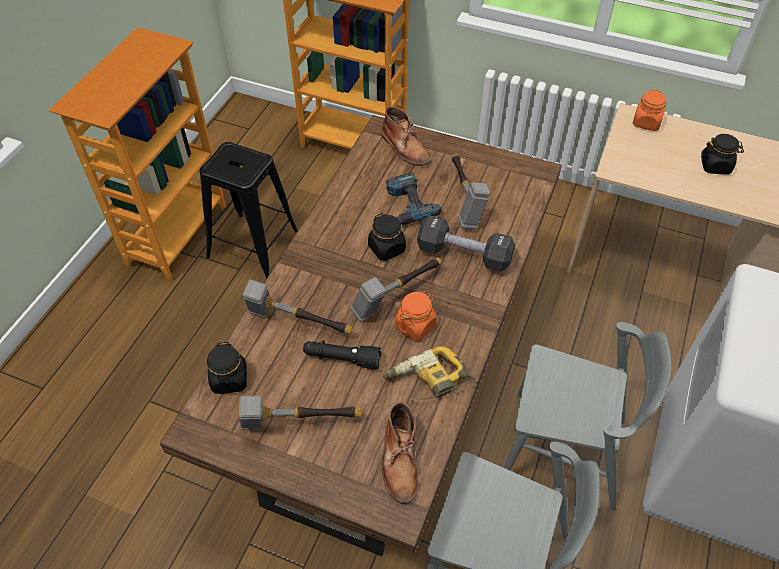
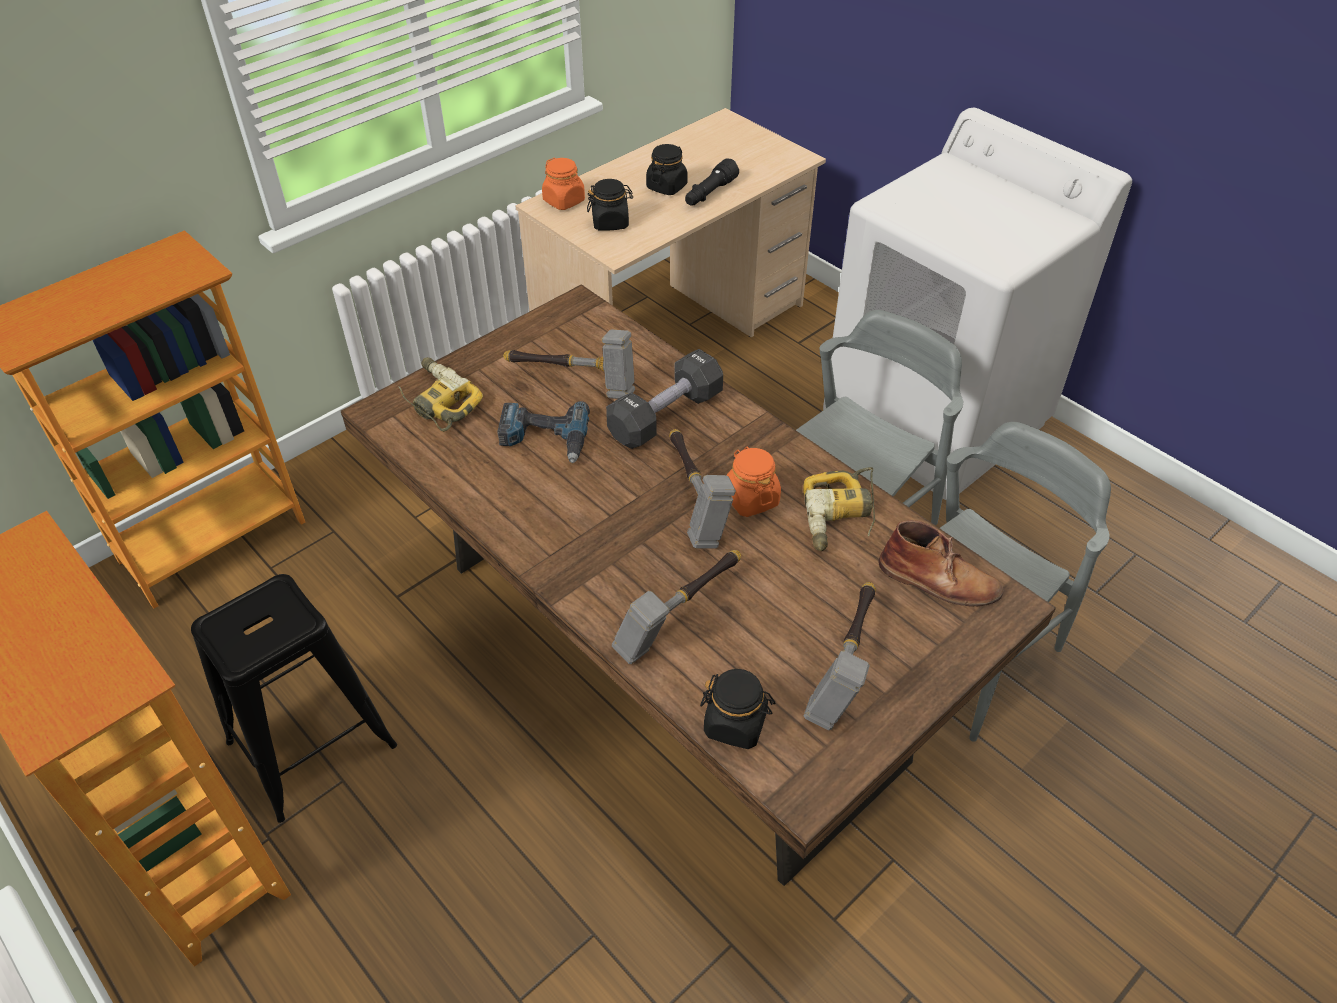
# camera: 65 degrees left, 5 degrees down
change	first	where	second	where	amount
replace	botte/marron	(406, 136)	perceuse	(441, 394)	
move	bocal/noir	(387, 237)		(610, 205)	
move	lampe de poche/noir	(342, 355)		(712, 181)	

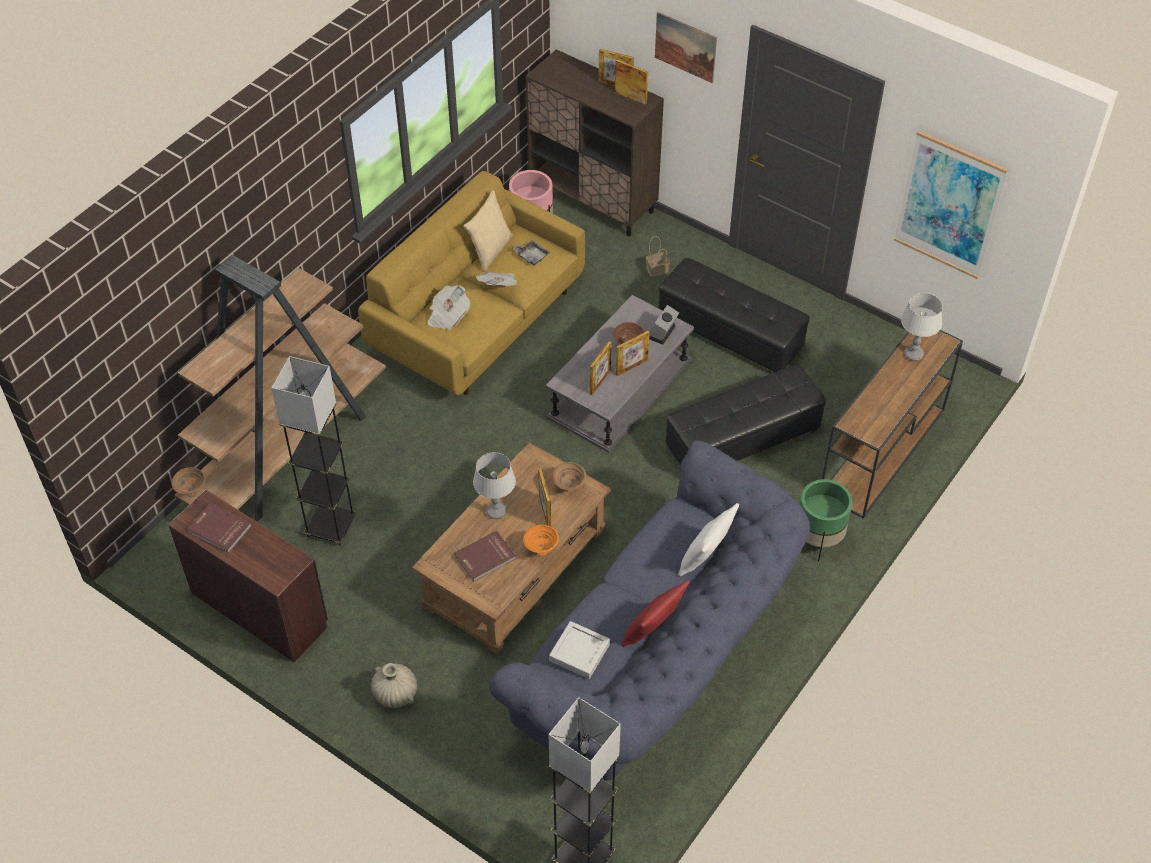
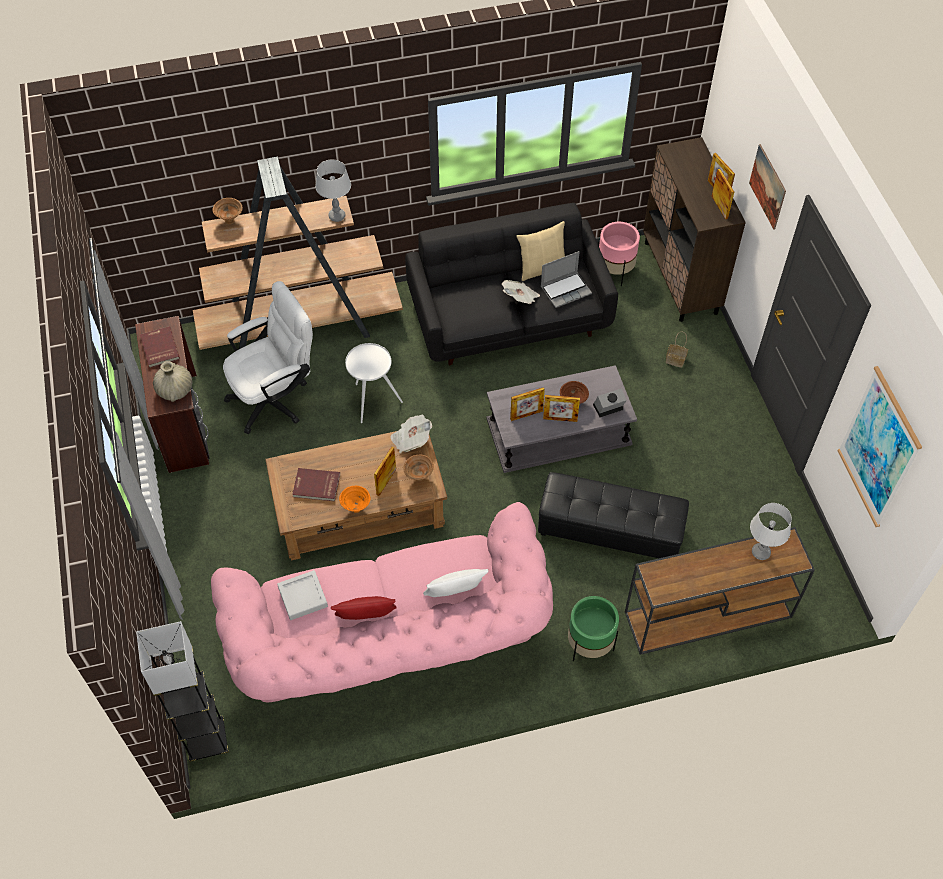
# camera: 40 degrees right, 5 degrees up
change	first	where	second	where	amount
recolor	canapé/jaune	(471, 283)	canapé/noir	(511, 284)	
replace	plateau/gris	(531, 253)	ordinateur portable	(566, 279)	
delete	pouf/noir	(734, 315)			
move	journal	(449, 307)		(411, 434)	
replace	lampadaire/gris	(313, 450)	chaise de bureau/blanc	(268, 357)	
recolor	canapé/bleu	(649, 610)	canapé/rose	(382, 602)	
move	lampe de table/gris	(494, 485)		(333, 190)	
move	bol/marron	(189, 482)		(227, 211)	
move	vase/beige	(394, 685)		(173, 381)	
insert			table d'appoint/blanc	(374, 383)	

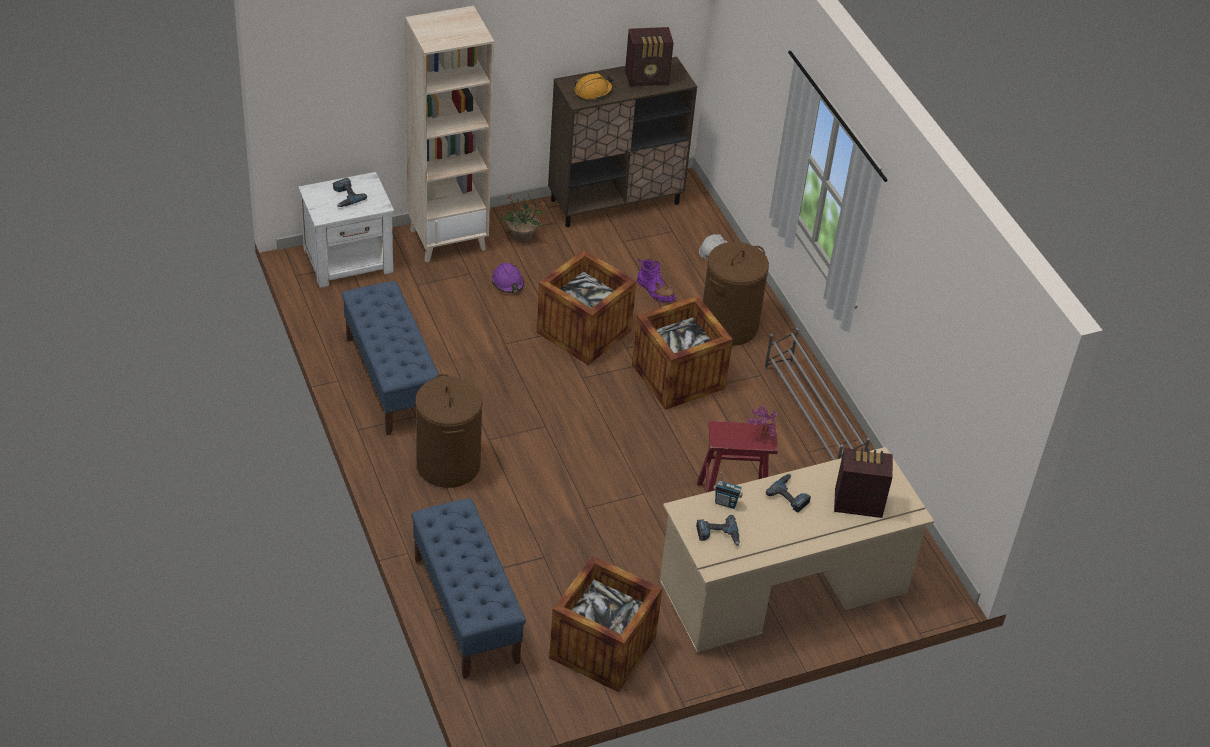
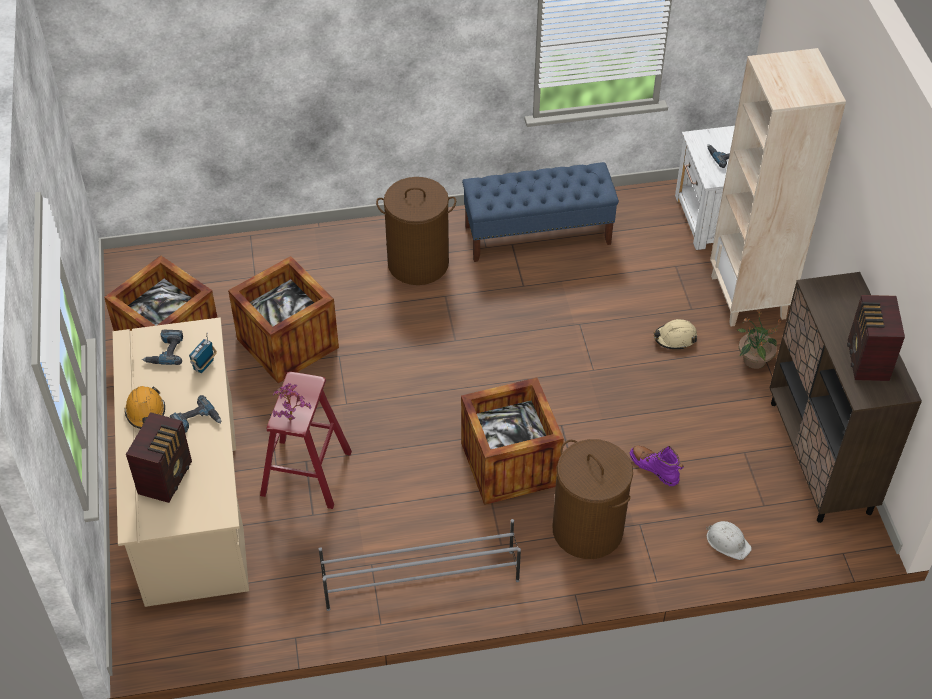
# camera: 105 degrees right, 5 degrees up
change	first	where	second	where	amount
move	casque de chantier/orange	(594, 86)		(144, 407)	
move	caisse	(586, 307)		(283, 319)	
rotate	botte/violet	(656, 280)		(657, 465)	75 degrees clockwise
recolor	casque de chantier/violet	(508, 278)	casque de chantier/beige	(675, 334)	
delete	banc/bleu	(468, 588)			

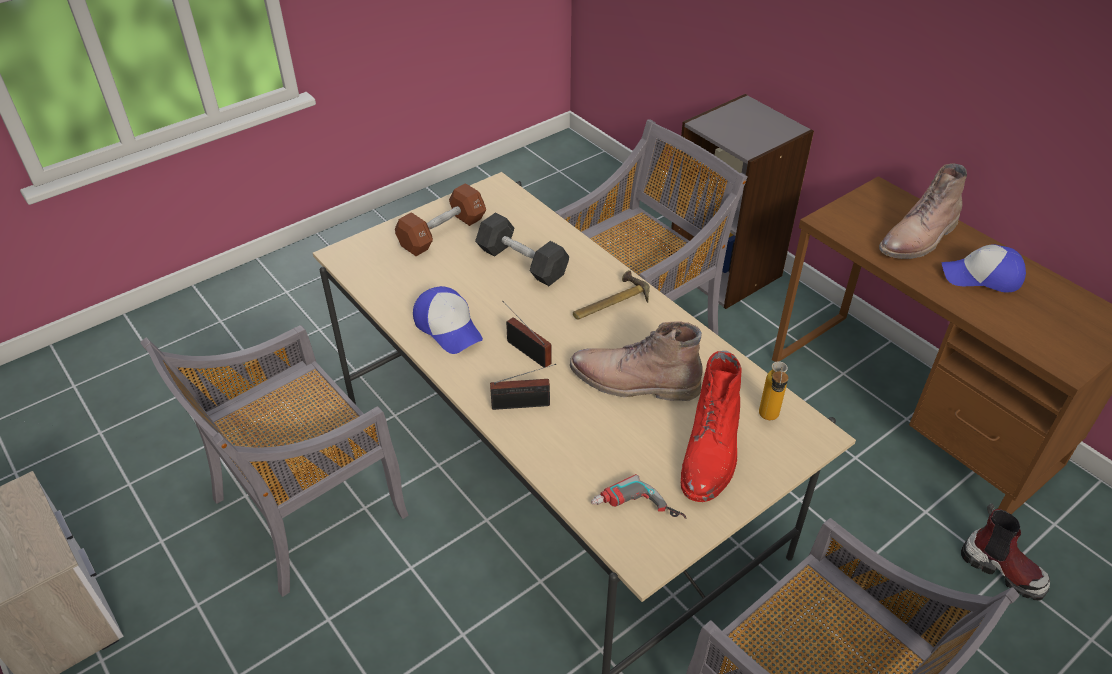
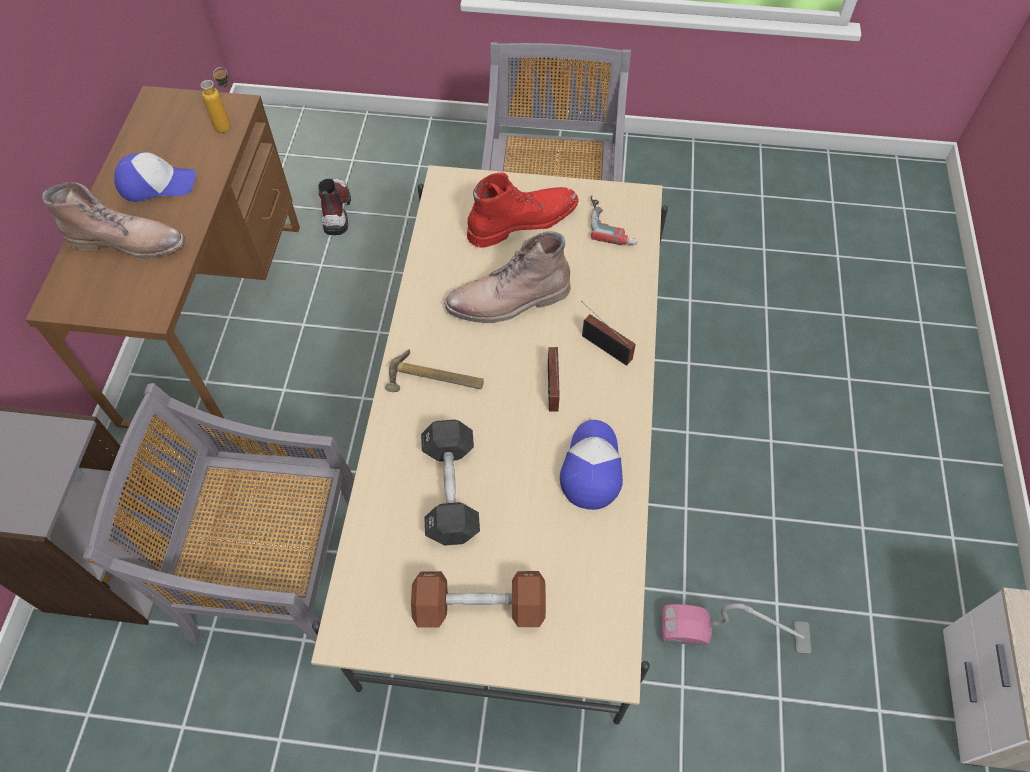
# camera: 135 degrees left, 15 degrees up
change	first	where	second	where	amount
rotate	casquette	(984, 268)		(155, 177)	60 degrees counterclockwise
rotate	botte/marron	(636, 361)		(507, 277)	105 degrees clockwise
replace	chaise/gris	(274, 461)	aspirateur	(736, 628)	
move	bouteille	(773, 390)		(215, 100)	

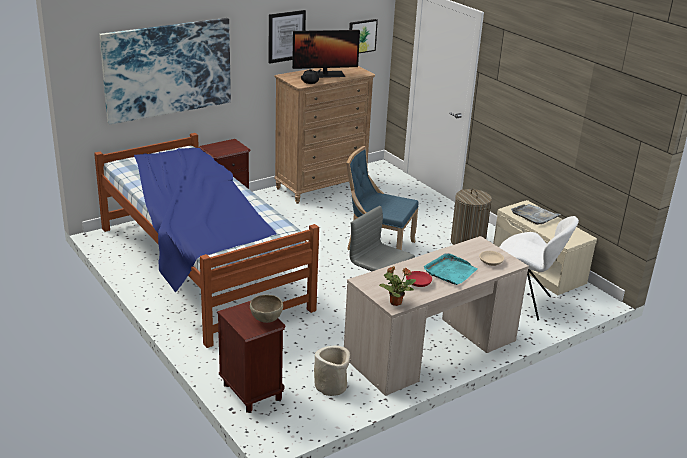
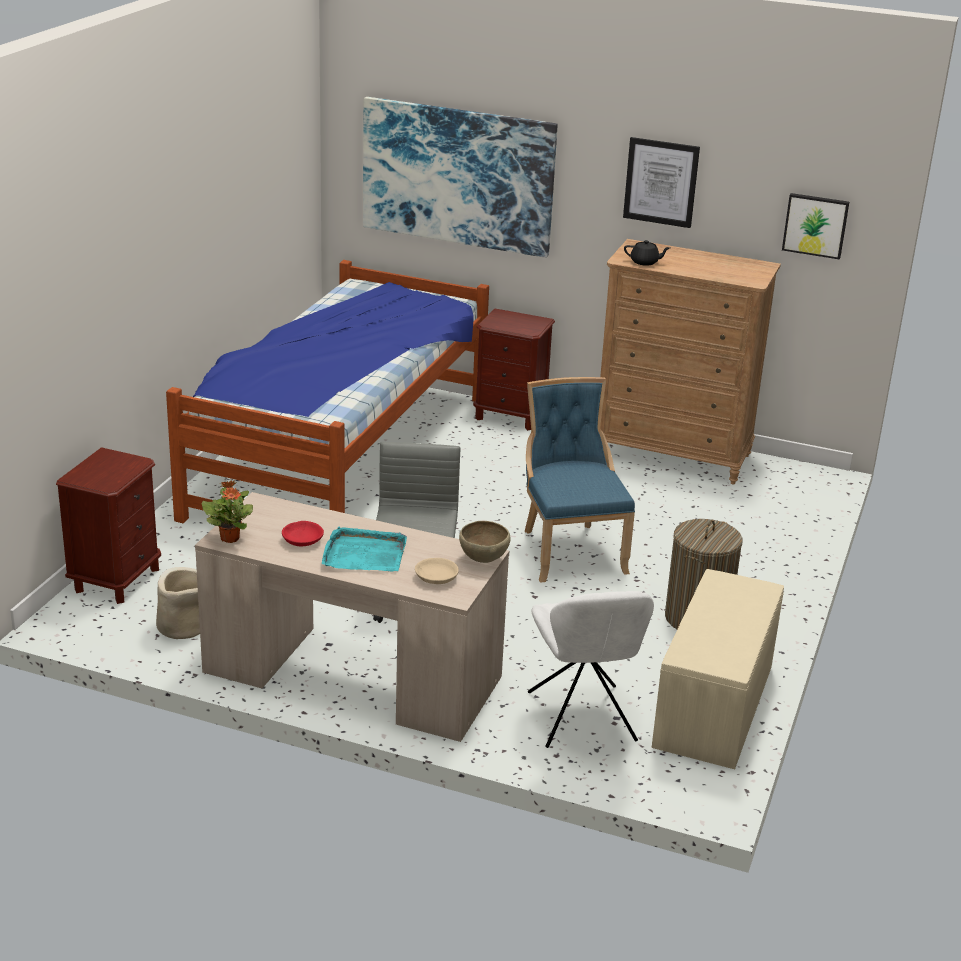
# camera: 55 degrees right, 0 degrees up
change	first	where	second	where	amount
delete	écran d'ordinateur	(326, 54)			
delete	plateau/gris	(536, 214)			
move	bol/marron	(266, 309)		(485, 542)	

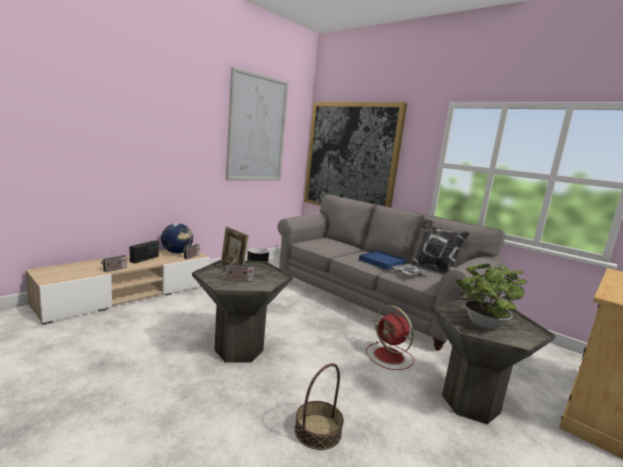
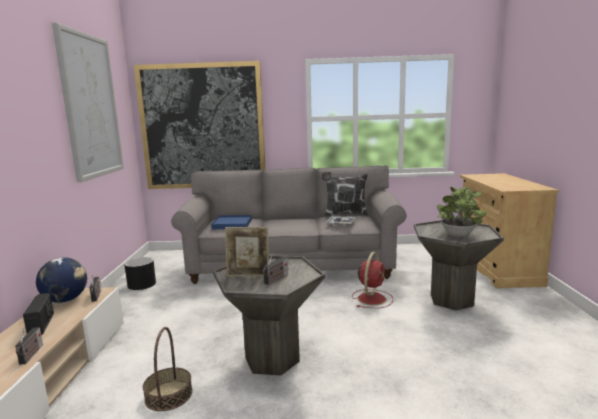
# camera: 40 degrees left, 0 degrees up
change	first	where	second	where	amount
move	plateau/bleu	(382, 260)		(231, 222)	
rotate	ventilateur/rouge	(390, 337)		(372, 280)	75 degrees counterclockwise
move	panier	(319, 406)		(168, 369)	

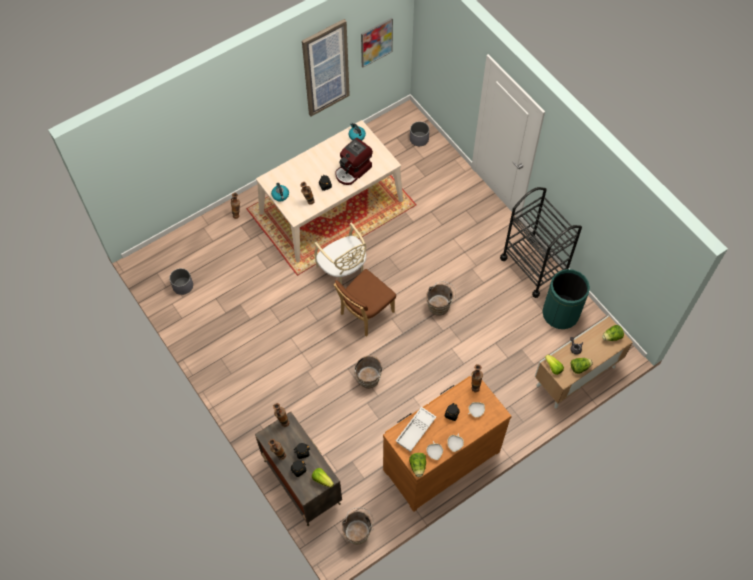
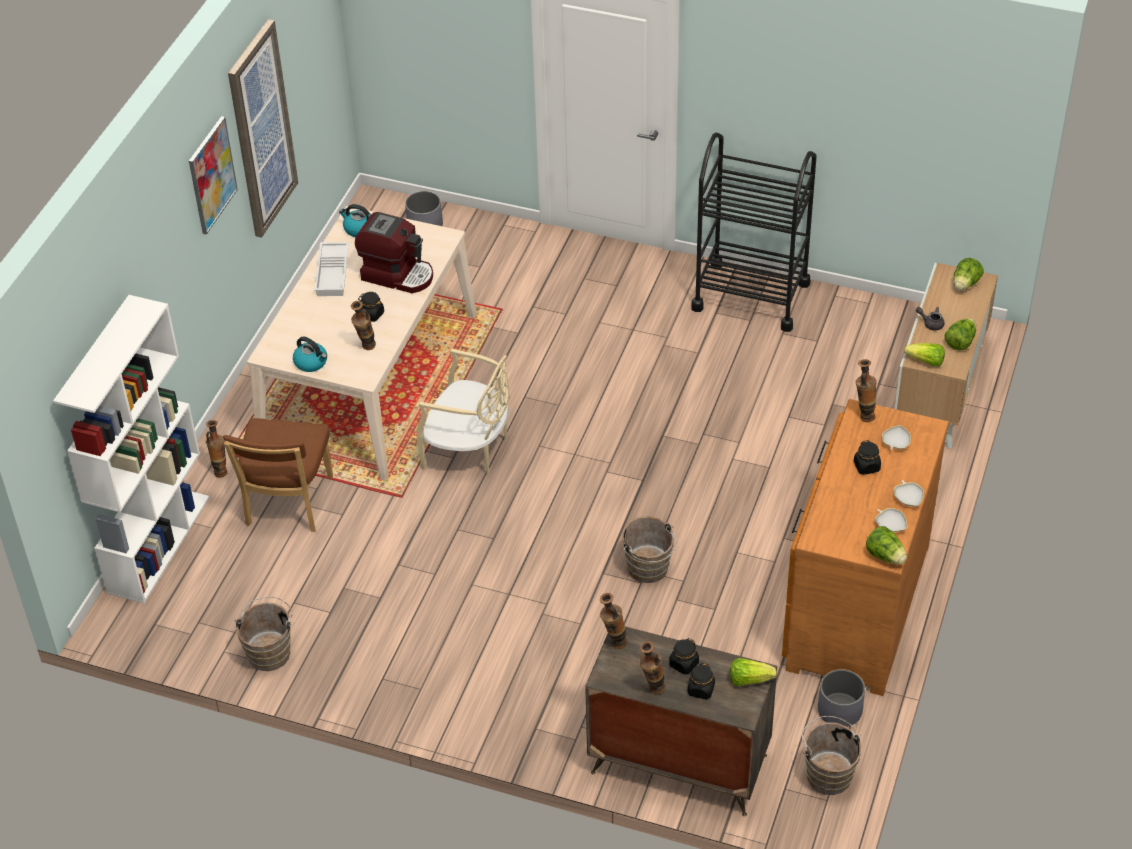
# camera: 35 degrees left, 15 degrees down
change	first	where	second	where	amount
move	tableau	(377, 42)		(213, 175)	
rotate	machine à café	(354, 161)		(394, 252)	75 degrees counterclockwise
move	cache-pot/gris	(181, 281)		(841, 698)	
move	chaise/marron	(364, 302)		(278, 475)	
delete	poubelle/vert	(566, 299)			
move	seau/marron	(441, 298)		(264, 634)	
move	plateau/blanc	(416, 429)		(331, 269)	
insert			bibliothèque/blanc	(131, 449)	

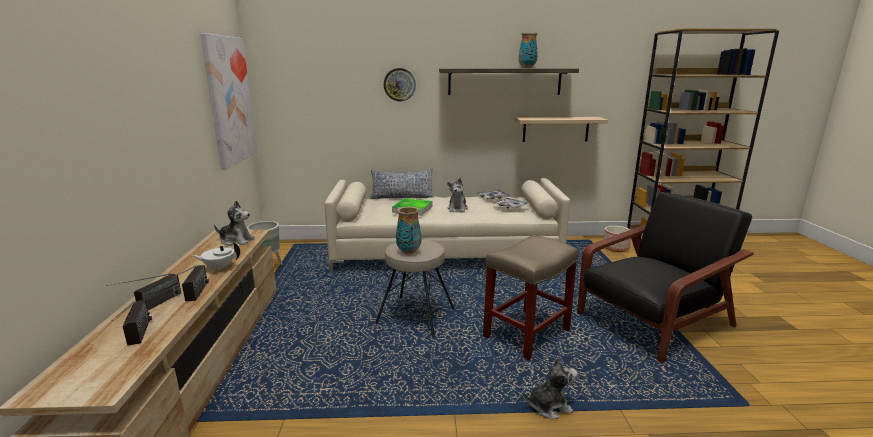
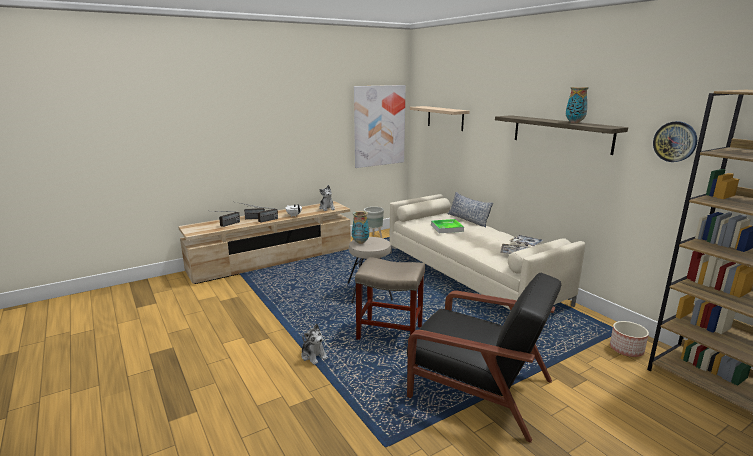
# camera: 60 degrees right, 0 degrees up
change	first	where	second	where	amount
move	horloge murale	(400, 84)		(675, 141)	
move	étagère	(561, 129)		(440, 118)	
delete	peluche	(457, 195)			

